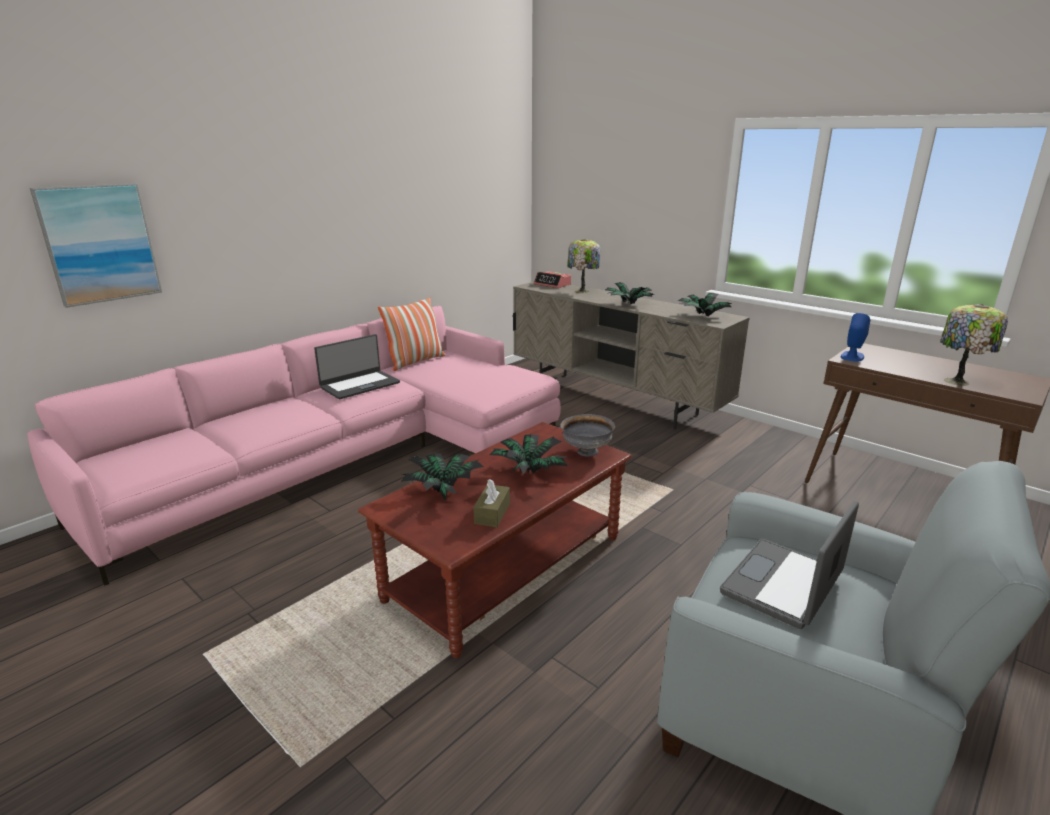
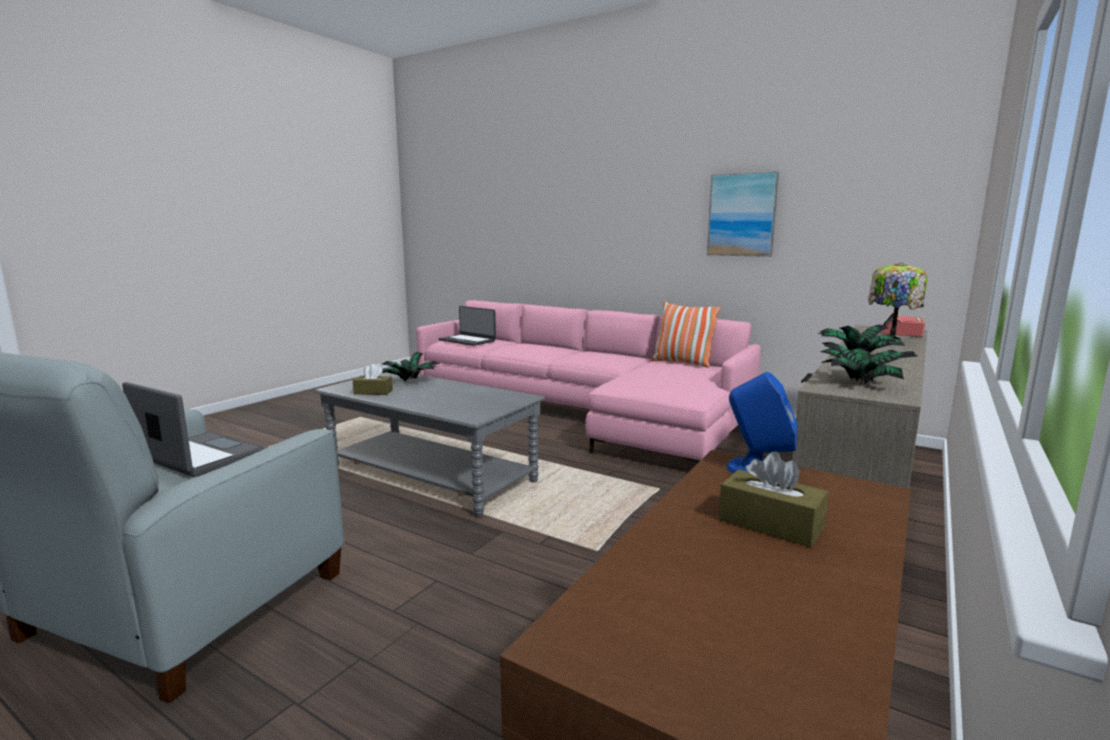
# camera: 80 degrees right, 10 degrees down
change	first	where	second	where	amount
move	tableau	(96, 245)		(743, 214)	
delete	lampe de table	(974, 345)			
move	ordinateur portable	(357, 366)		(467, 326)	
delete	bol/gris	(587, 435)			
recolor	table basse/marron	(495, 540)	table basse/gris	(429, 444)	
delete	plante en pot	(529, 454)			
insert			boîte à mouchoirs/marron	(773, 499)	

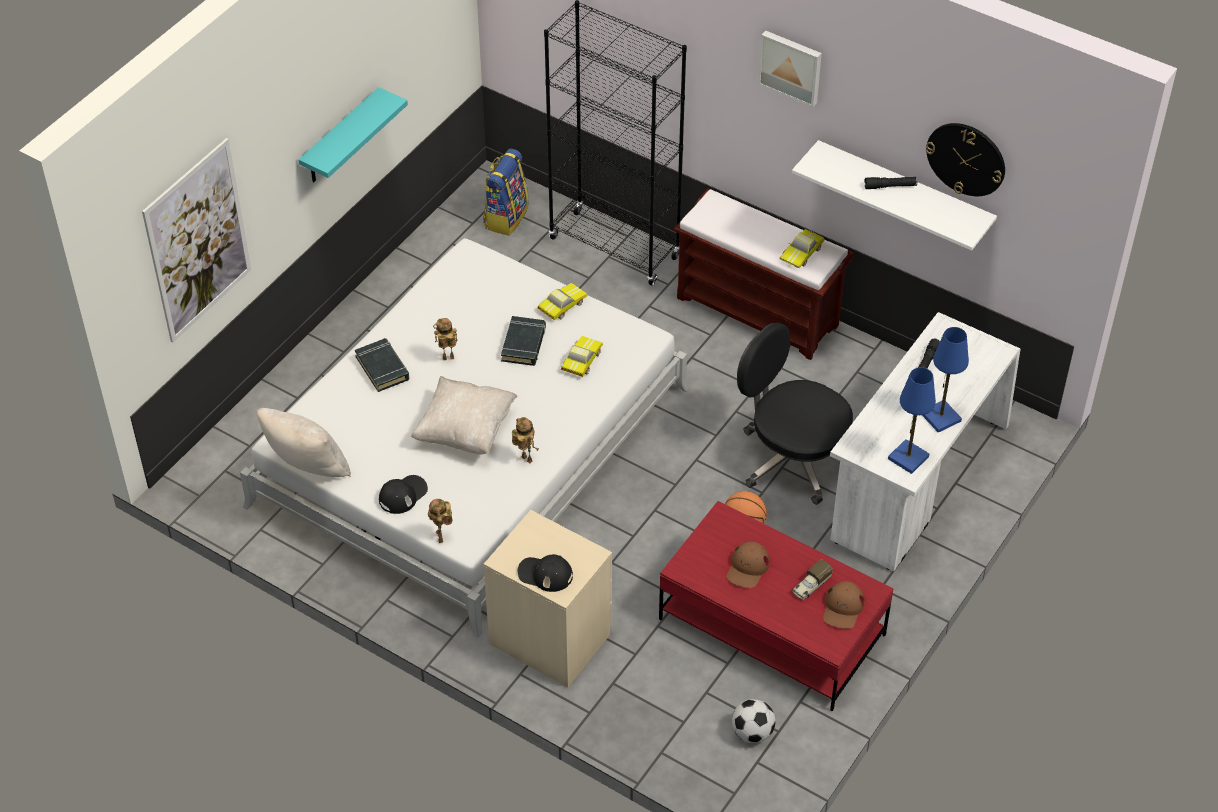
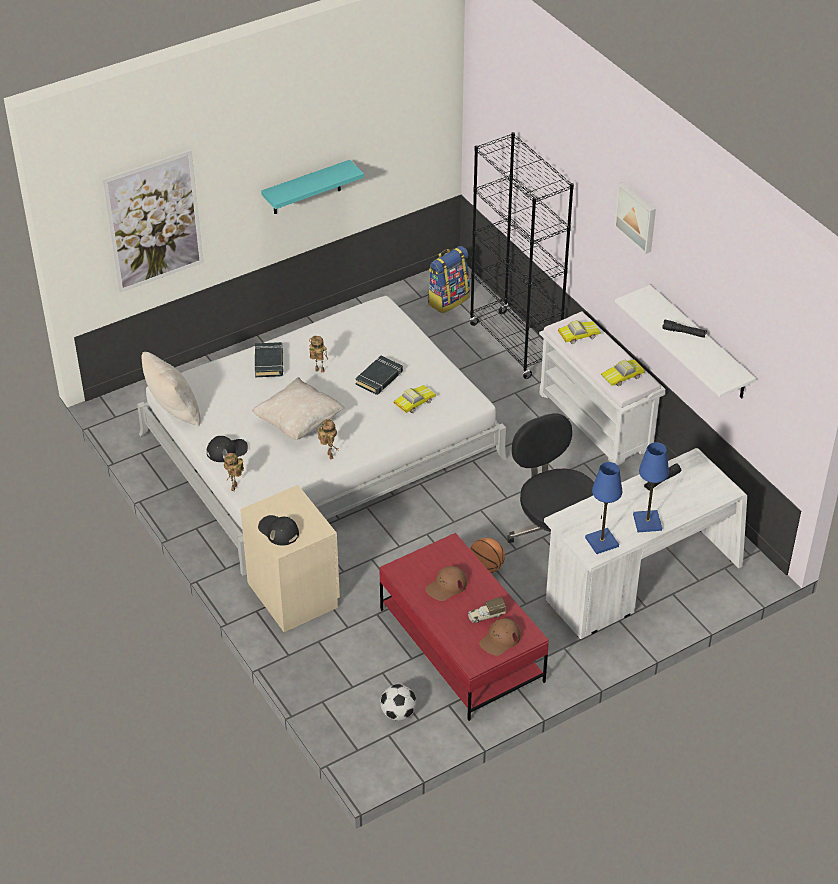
# camera: 25 degrees right, 5 degrees down
change	first	where	second	where	amount
delete	horloge murale	(965, 159)			
recolor	banc/marron	(763, 274)	banc/blanc	(602, 389)	
move	petite voiture	(563, 301)		(579, 332)	

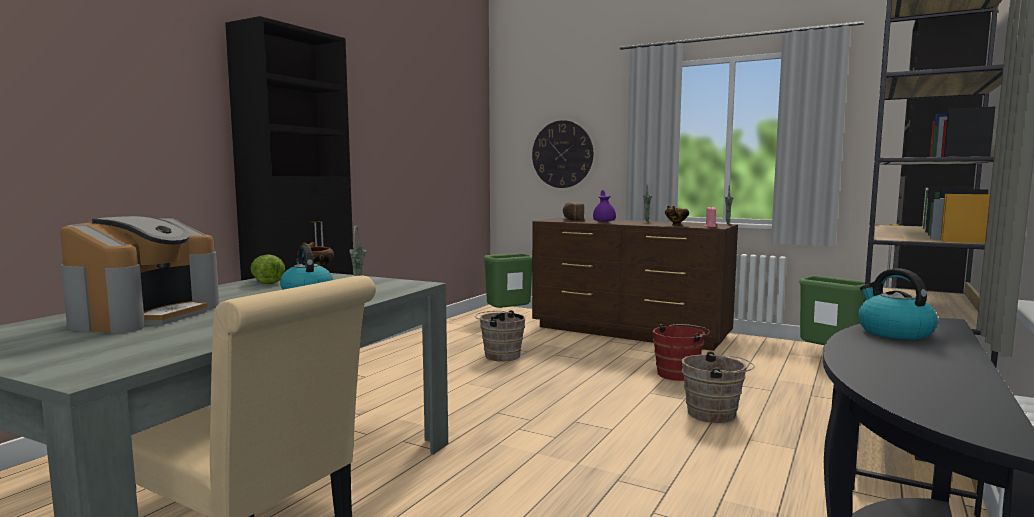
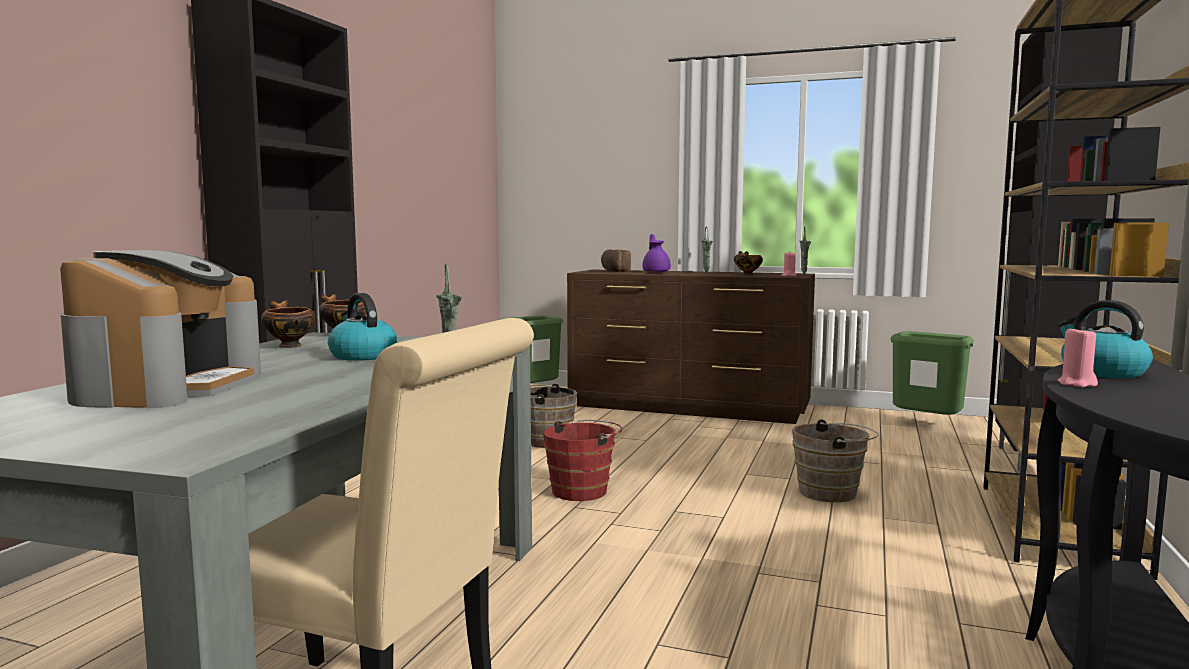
# camera: 10 degrees left, 0 degrees up
change	first	where	second	where	amount
delete	horloge murale	(562, 154)			
replace	laitue	(267, 269)	bol	(288, 324)	
move	seau/rouge	(681, 352)		(582, 460)	
insert			bougie/rose	(1078, 357)	

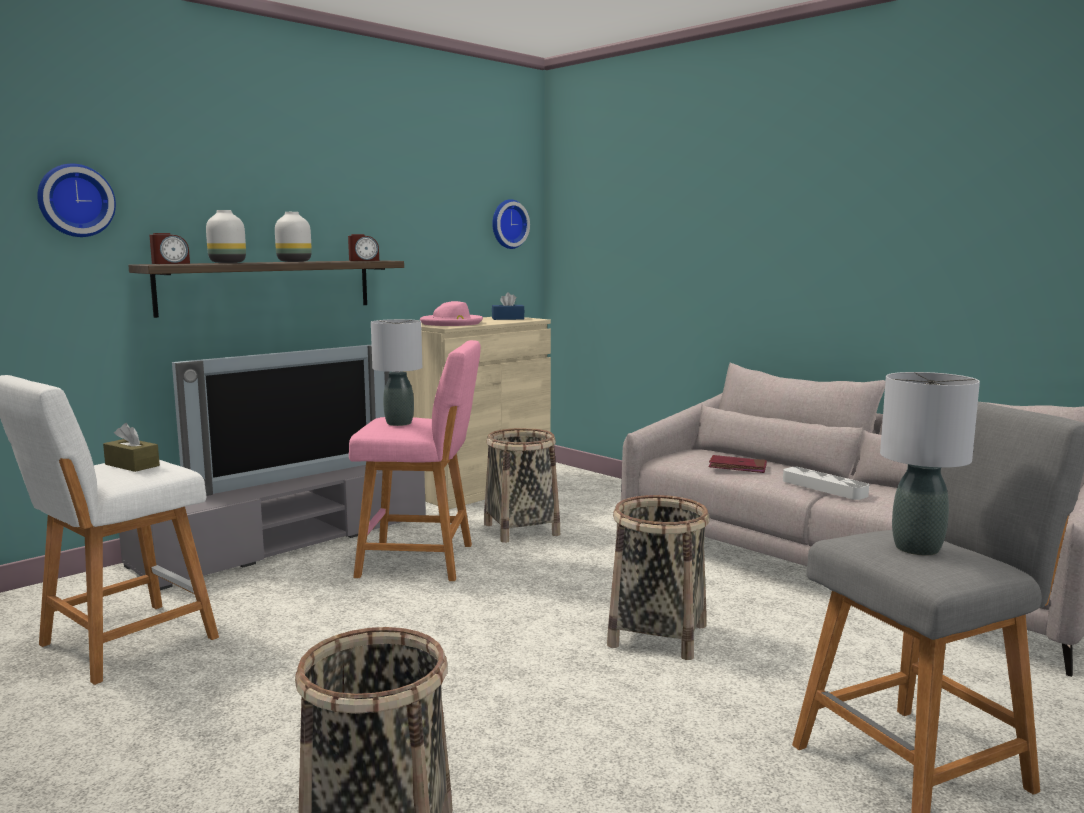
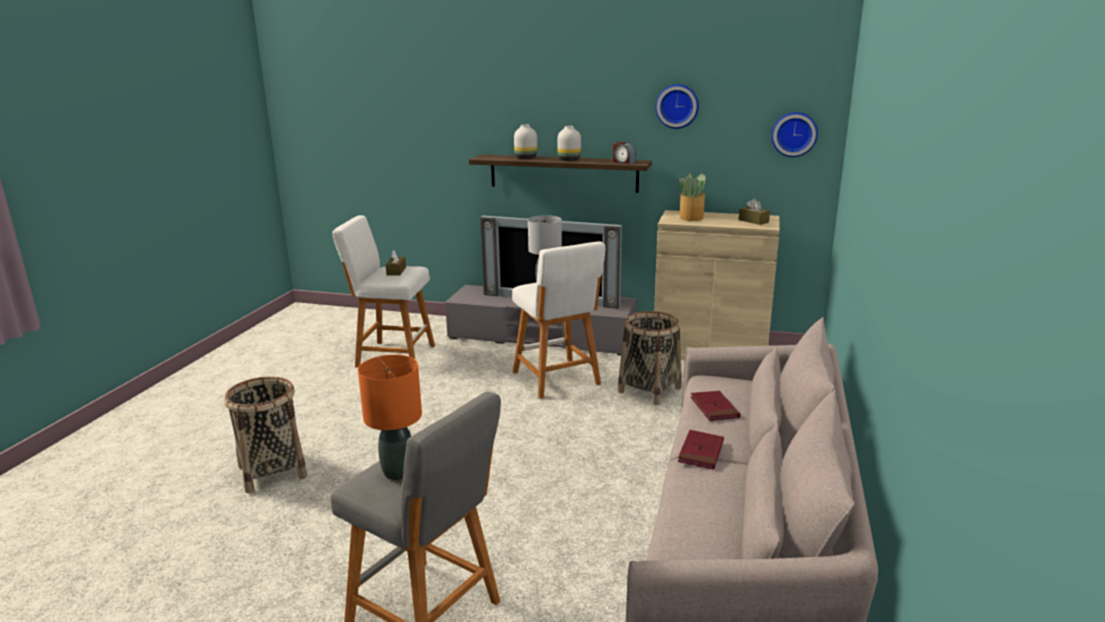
# camera: 60 degrees right, 10 degrees up
change	first	where	second	where	amount
move	horloge murale	(76, 200)		(677, 106)	
delete	réveil	(169, 248)			
recolor	boîte à mouchoirs/bleu	(508, 306)	boîte à mouchoirs/marron	(754, 212)	
replace	chapeau/rose	(451, 313)	plante en pot	(692, 197)	
recolor	tabouret/rose	(415, 460)	tabouret/blanc	(558, 320)	
recolor	lampe de table/gris	(930, 464)	lampe de table/orange	(390, 417)	
replace	plateau/gris	(826, 483)	livre/rouge	(701, 449)	
delete	panier	(658, 577)			

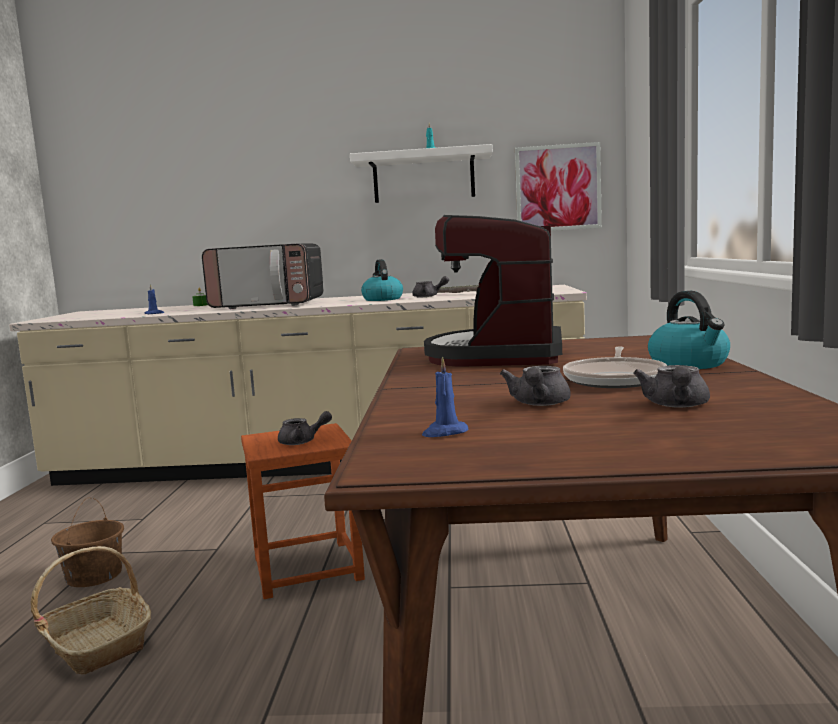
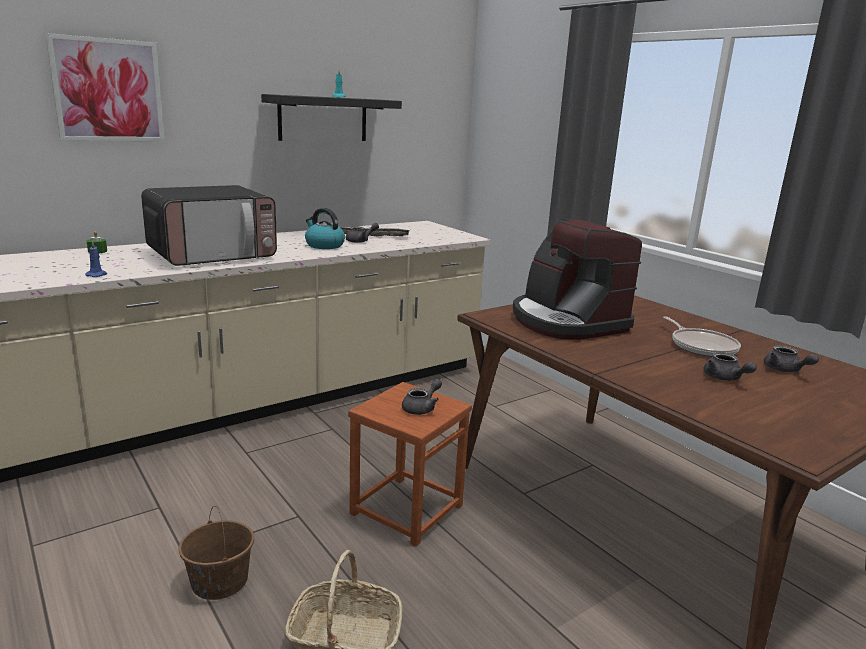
# camera: 40 degrees left, 10 degrees up
change	first	where	second	where	amount
move	tableau	(558, 186)		(105, 87)	
recolor	étagère/blanc	(421, 173)	étagère/noir	(331, 117)	
delete	bouilloire	(689, 330)			
delete	bougie/bleu	(445, 397)			

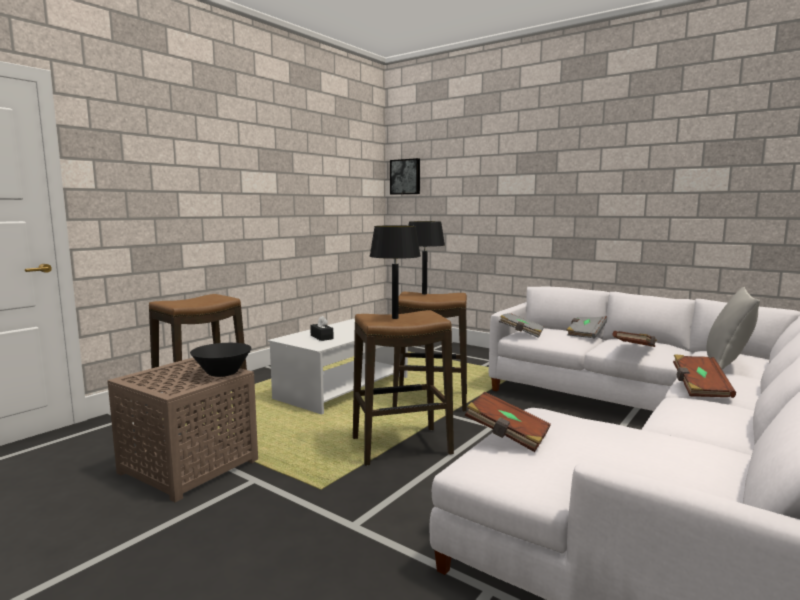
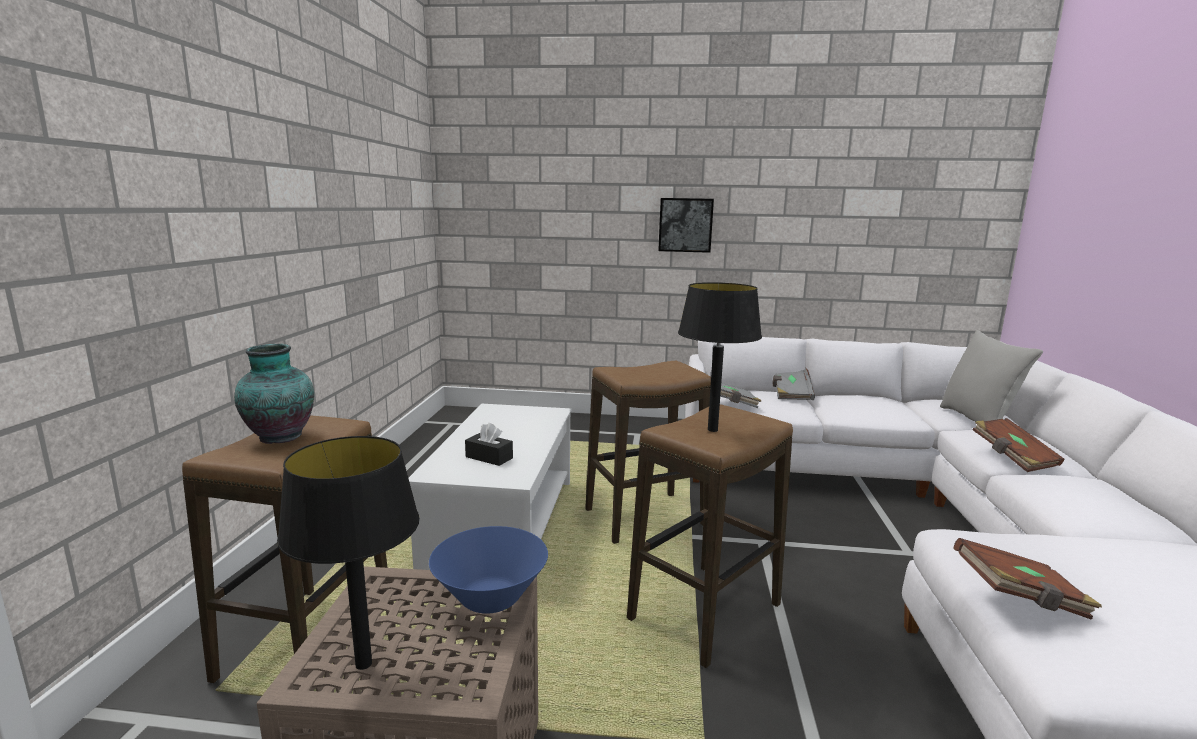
# camera: 30 degrees left, 5 degrees up
change	first	where	second	where	amount
move	tableau	(405, 176)		(686, 225)	
move	lampe de table/noir	(426, 257)		(348, 553)	
delete	livre/marron	(635, 339)			
recolor	bol/noir	(221, 360)	bol/bleu	(488, 570)	
insert			vase	(274, 394)	

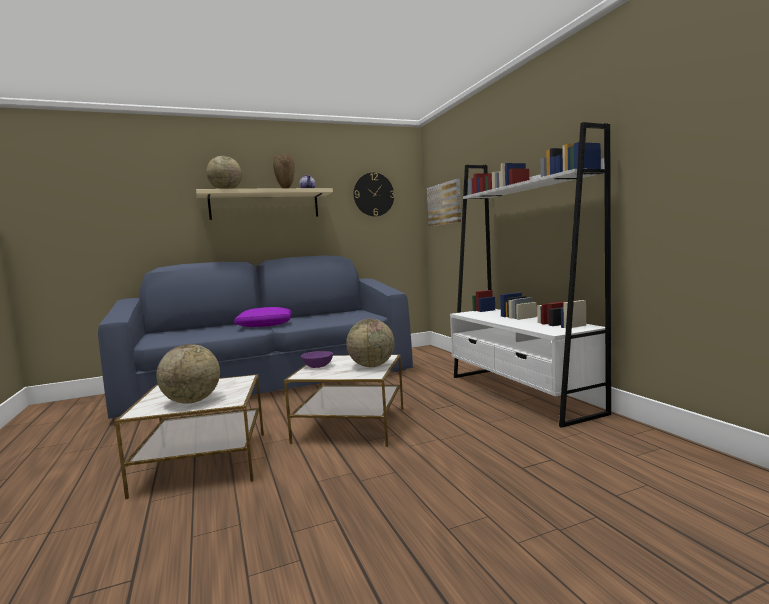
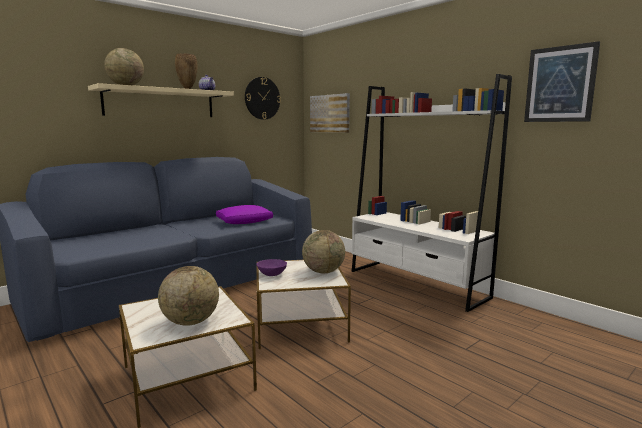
# camera: 20 degrees left, 5 degrees up
change	first	where	second	where	amount
move	coussin/violet	(263, 317)		(244, 214)	
insert			tableau	(562, 81)	

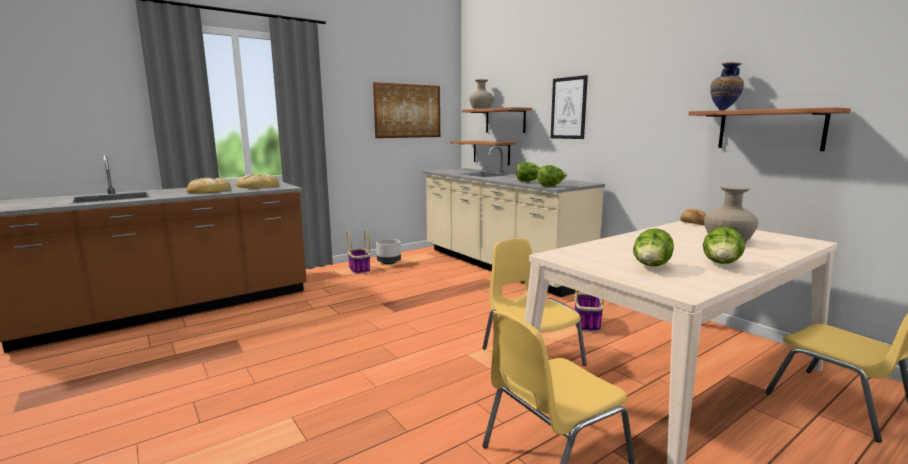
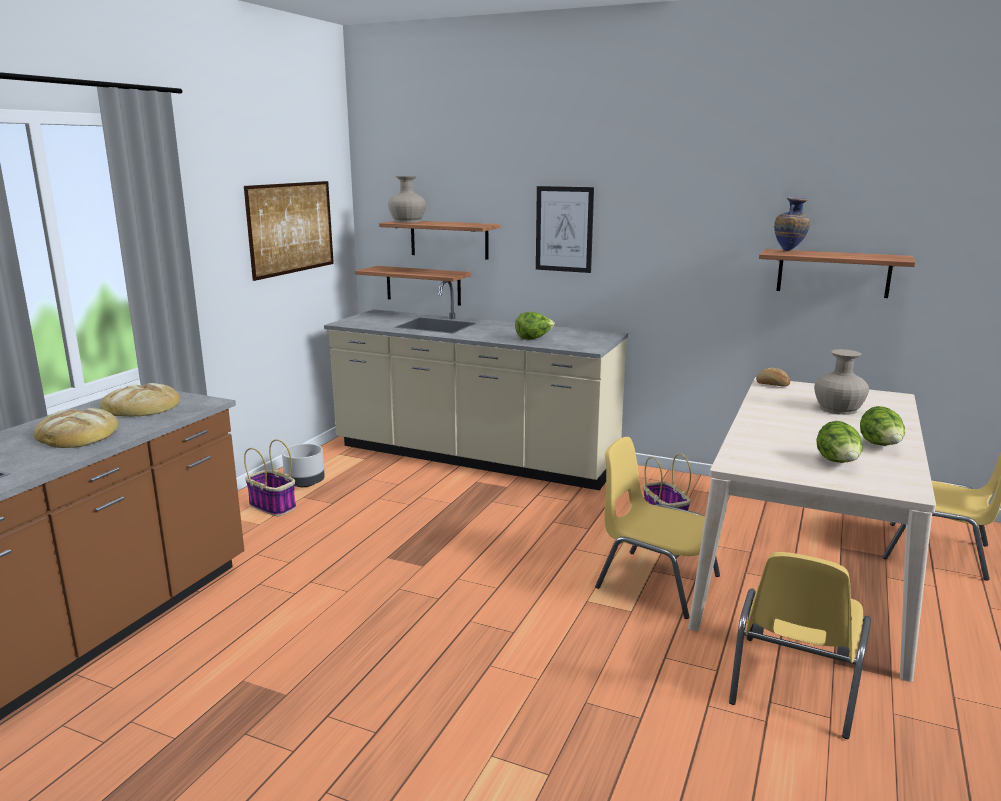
# camera: 30 degrees left, 5 degrees up
change	first	where	second	where	amount
delete	laitue	(552, 176)			

